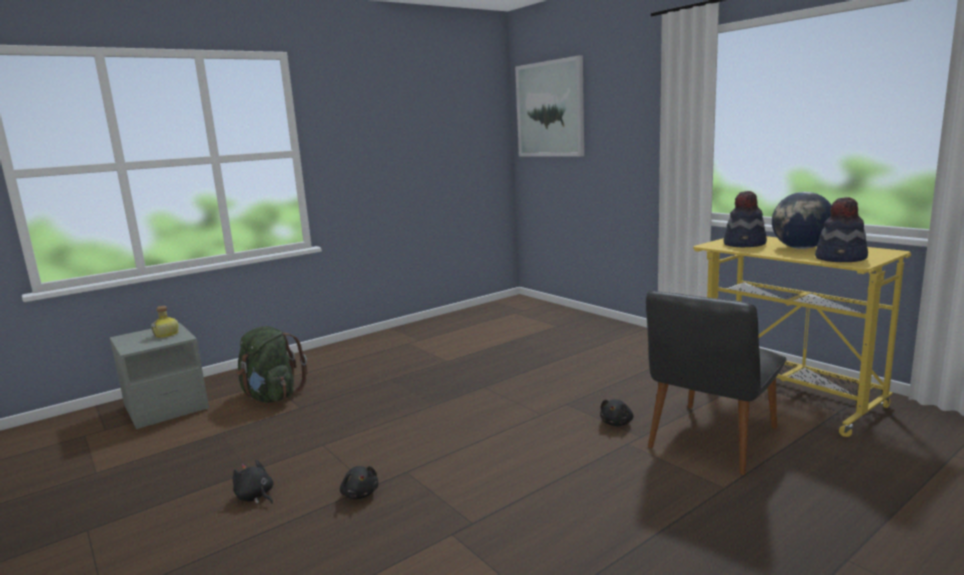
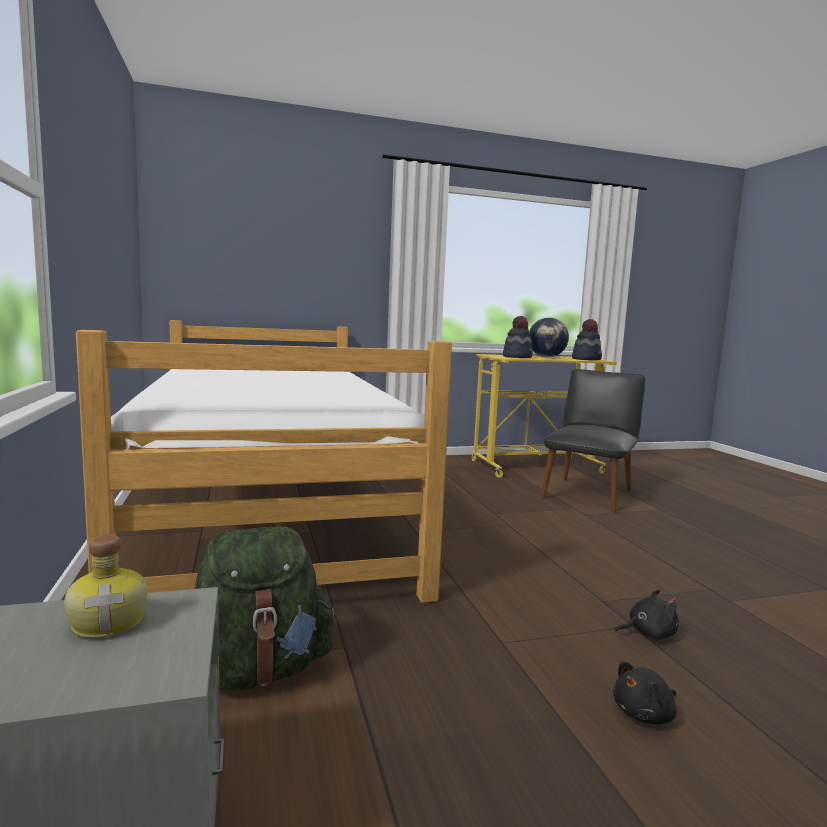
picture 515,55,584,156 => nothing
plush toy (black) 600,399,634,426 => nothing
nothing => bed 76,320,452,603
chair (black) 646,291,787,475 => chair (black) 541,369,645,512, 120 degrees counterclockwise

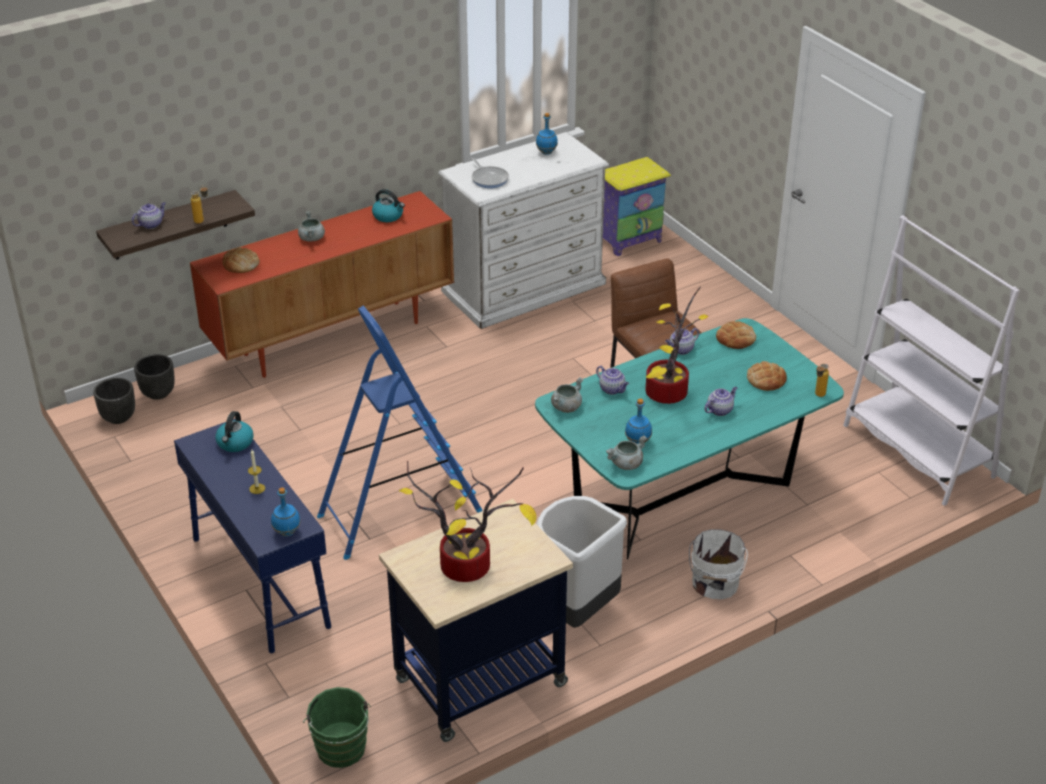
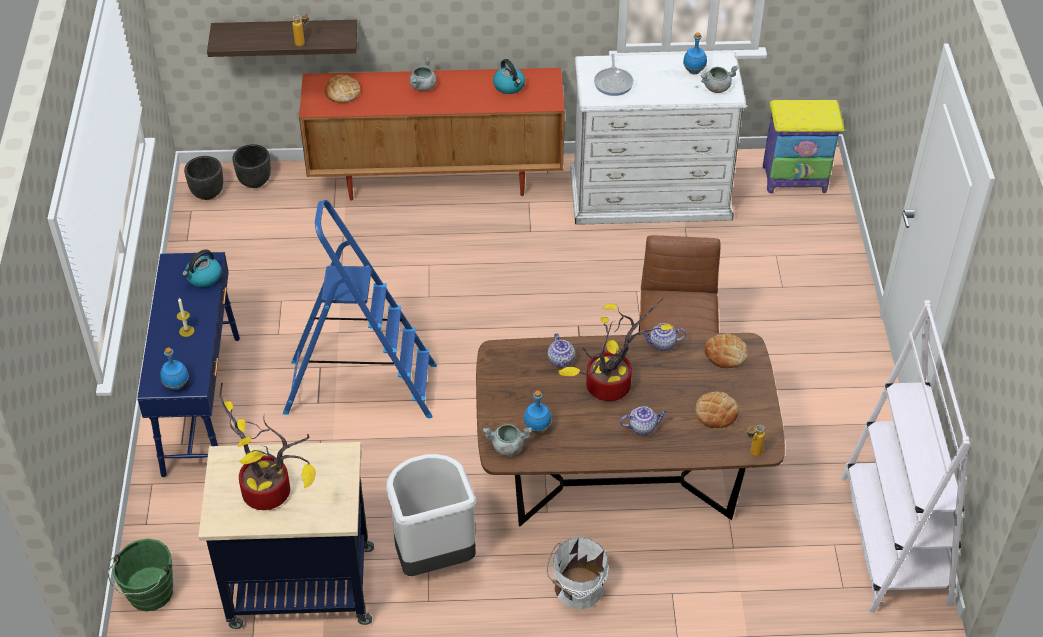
teapot 132,202,166,229 => nothing
cooking pot (grey) 551,377,584,413 => cooking pot (grey) 701,65,739,93, relocated
dining table (turquoise) 535,318,844,559 => dining table (brown) 476,333,785,527

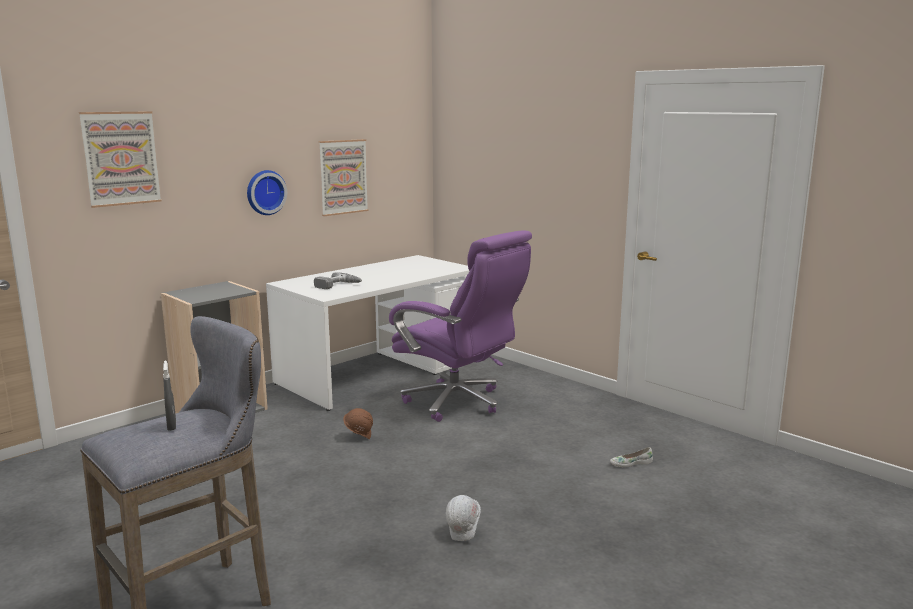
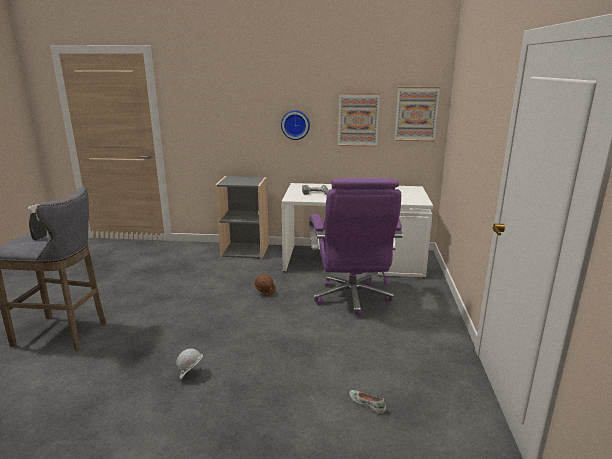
picture 79,112,161,208 => picture 395,87,440,141, relocated

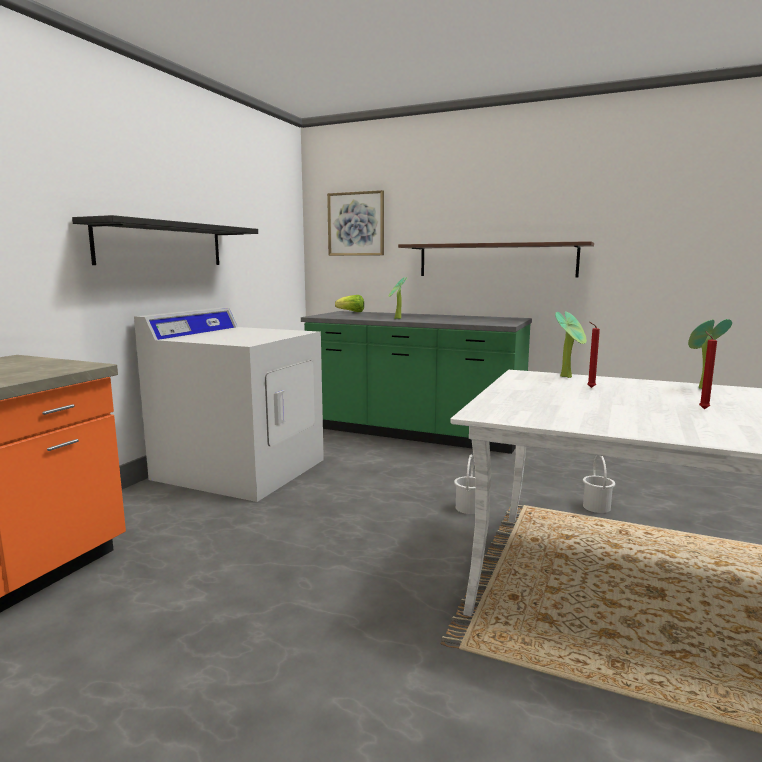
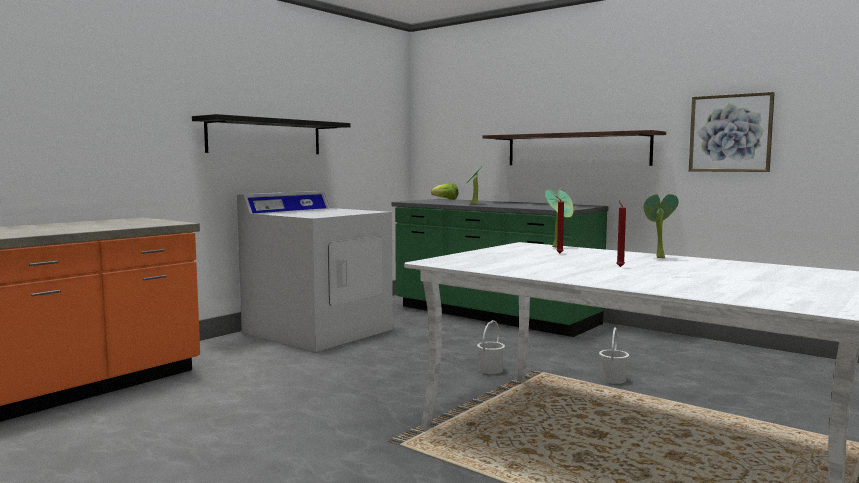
picture 327,190,384,256 => picture 689,92,775,172, relocated

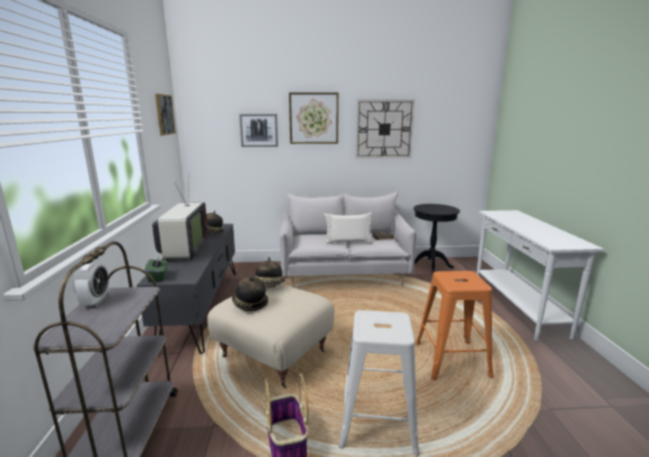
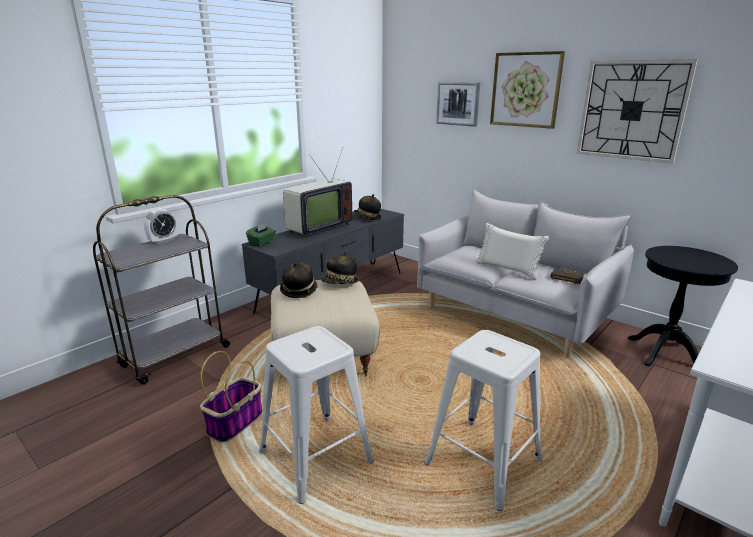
picture 155,94,176,135 => nothing
stool (orange) 415,271,494,380 => stool (white) 425,330,542,511

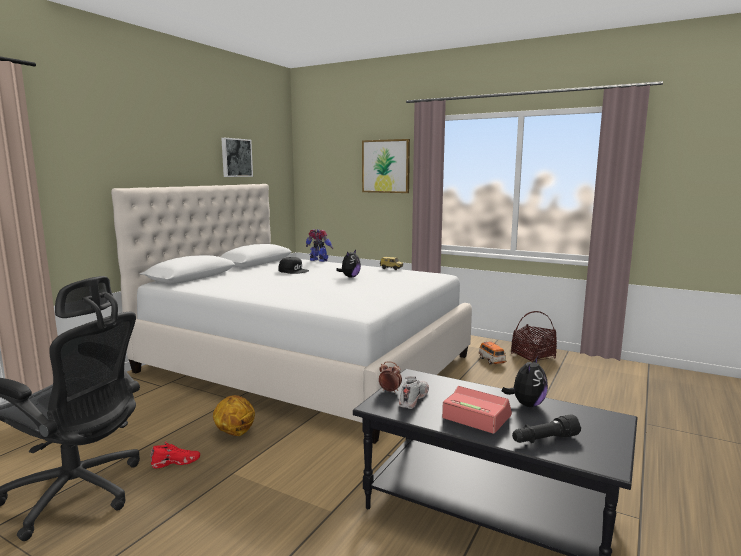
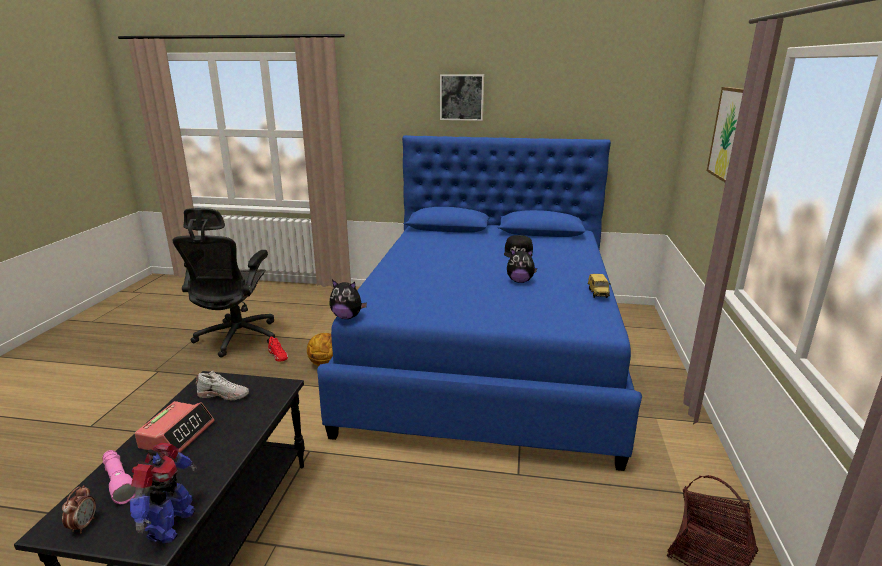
toy car 479,341,506,365 => nothing
picture 221,138,253,177 => picture 440,74,484,121, relocated
toy robot 306,229,333,262 => toy robot 130,443,197,543, relocated
alarm clock 379,361,402,393 => alarm clock 62,485,96,534, relocated
plush toy 502,356,548,407 => plush toy 329,280,367,319, relocated
bed (white) 111,184,472,444 => bed (blue) 317,135,642,471
flashlight (black) 512,414,581,443 => flashlight (pink) 102,450,136,504

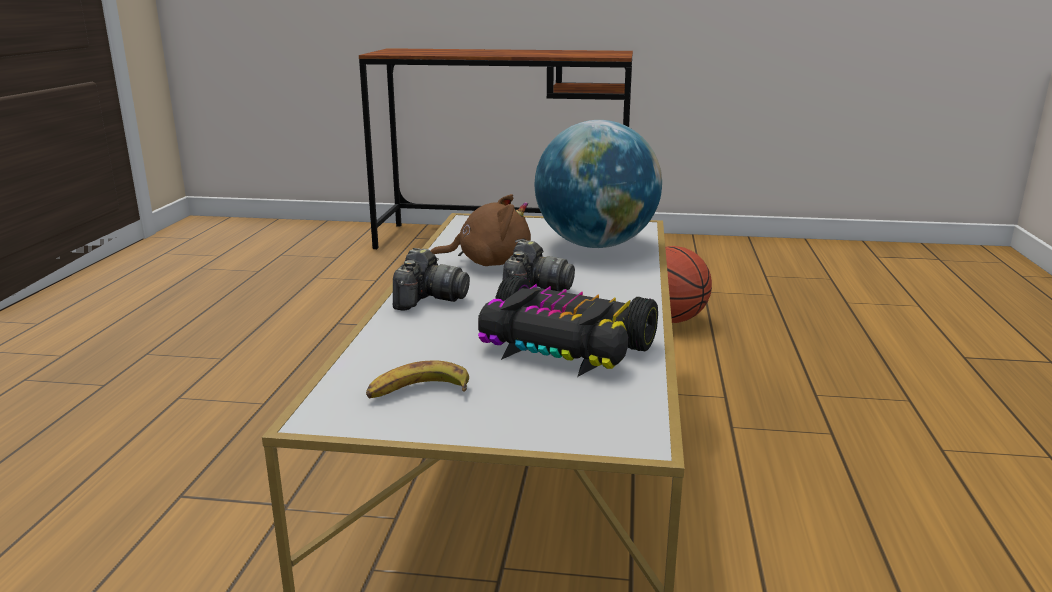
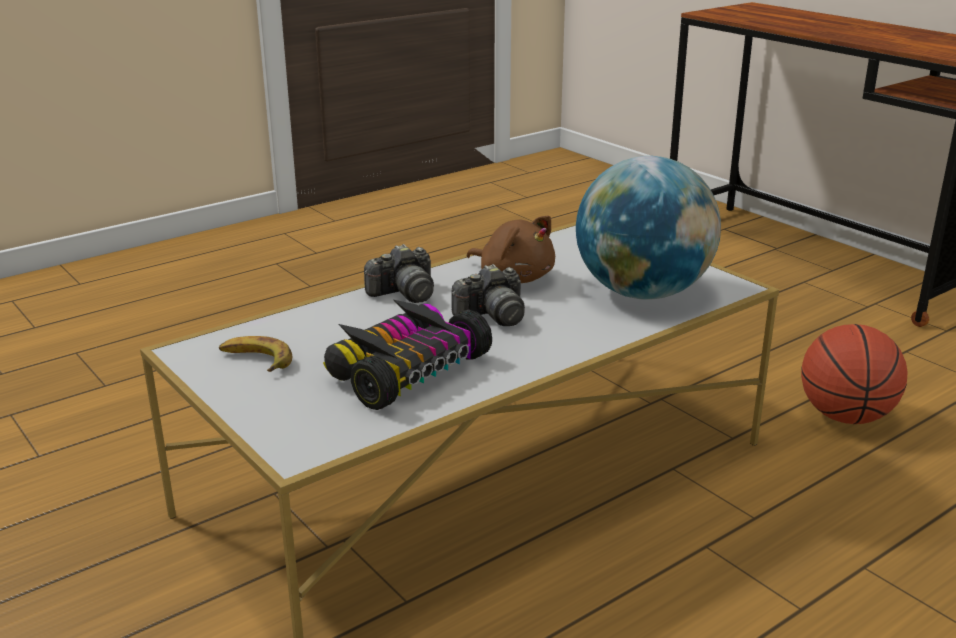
toy car 478,275,658,377 => toy car 323,300,492,410, 60 degrees clockwise

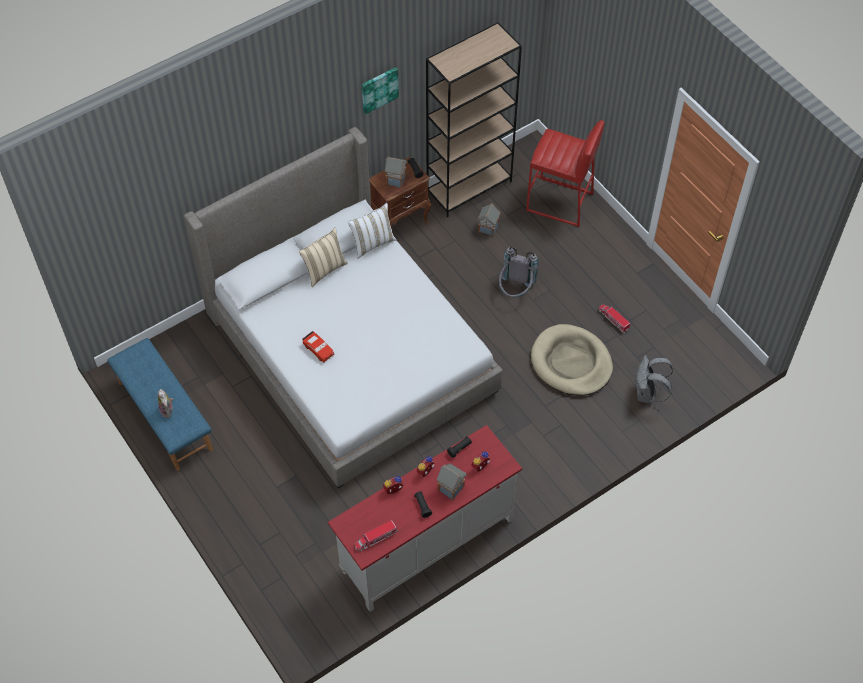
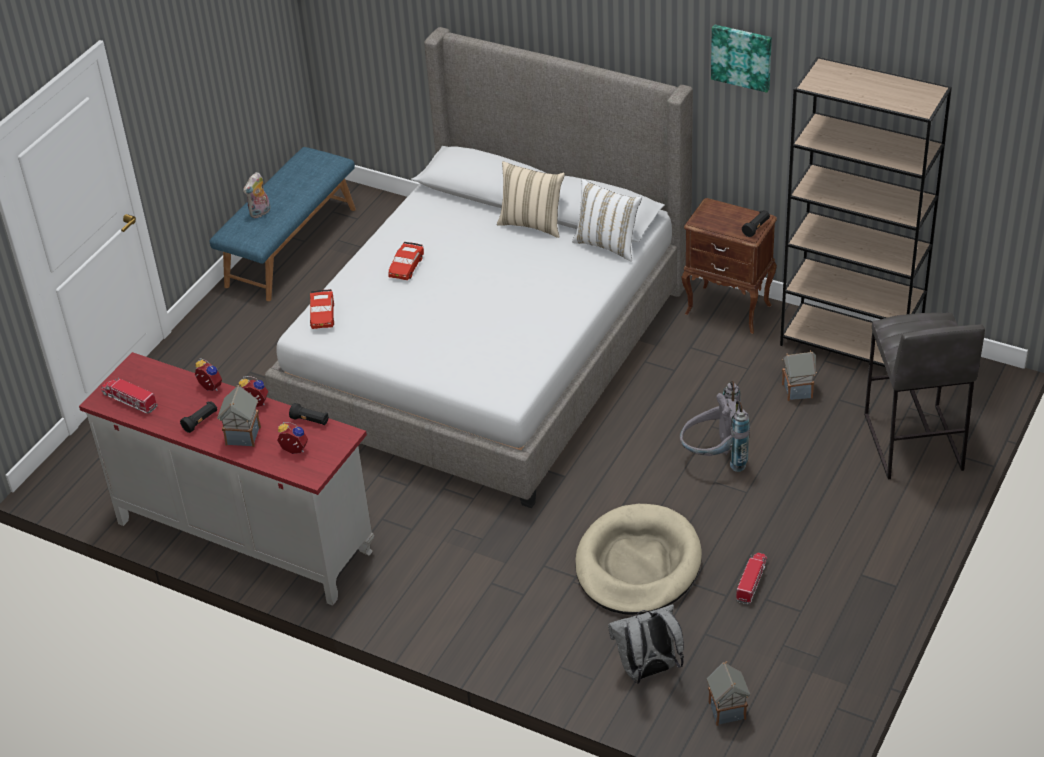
nothing => toy car (red) 310,289,334,329
toy house 385,157,407,188 => toy house 707,661,750,726, relocated
stool (red) 526,120,604,227 => stool (grey) 864,313,985,479

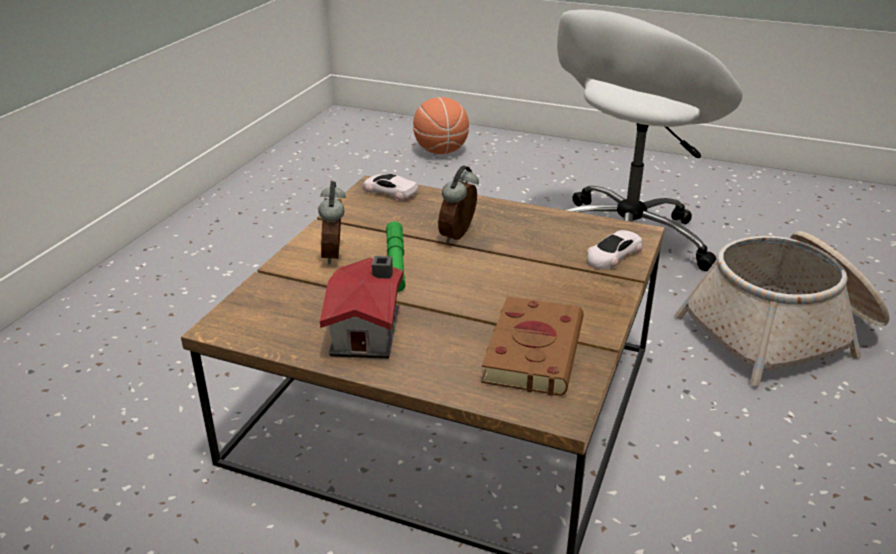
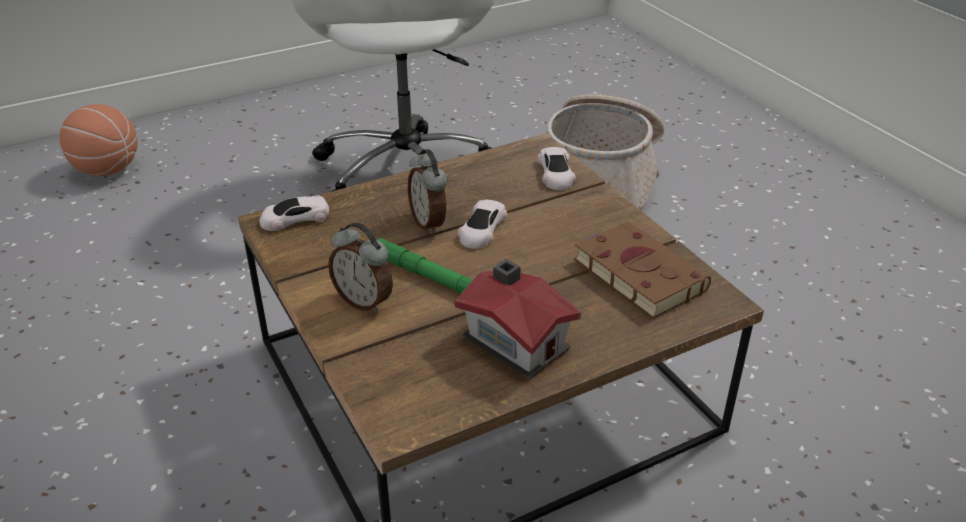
nothing => toy car (white) 458,200,507,249

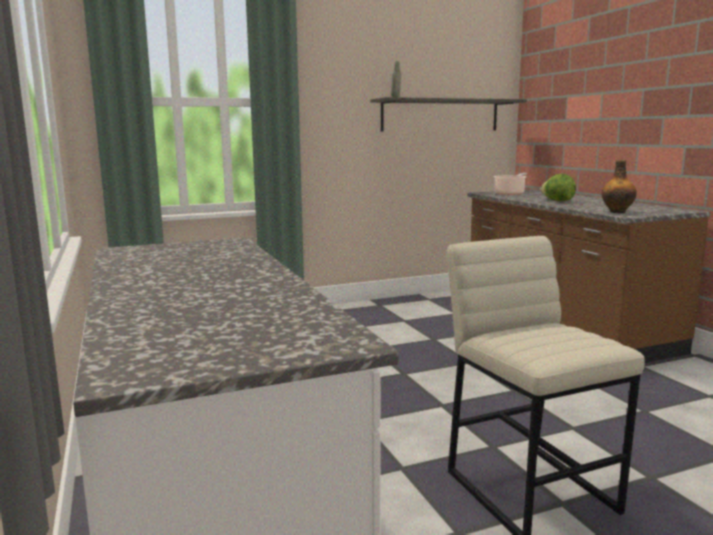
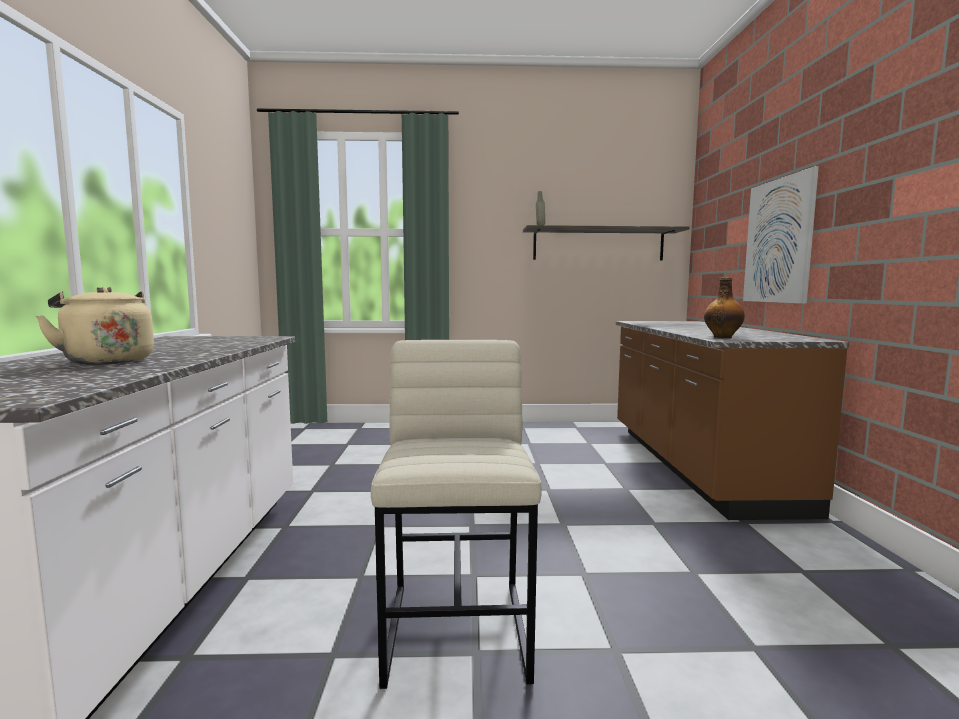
cooking pot 493,173,527,195 => nothing
lettuce 541,174,576,201 => nothing
nothing => kettle (beige) 36,286,154,364
nothing => picture 743,166,819,304

